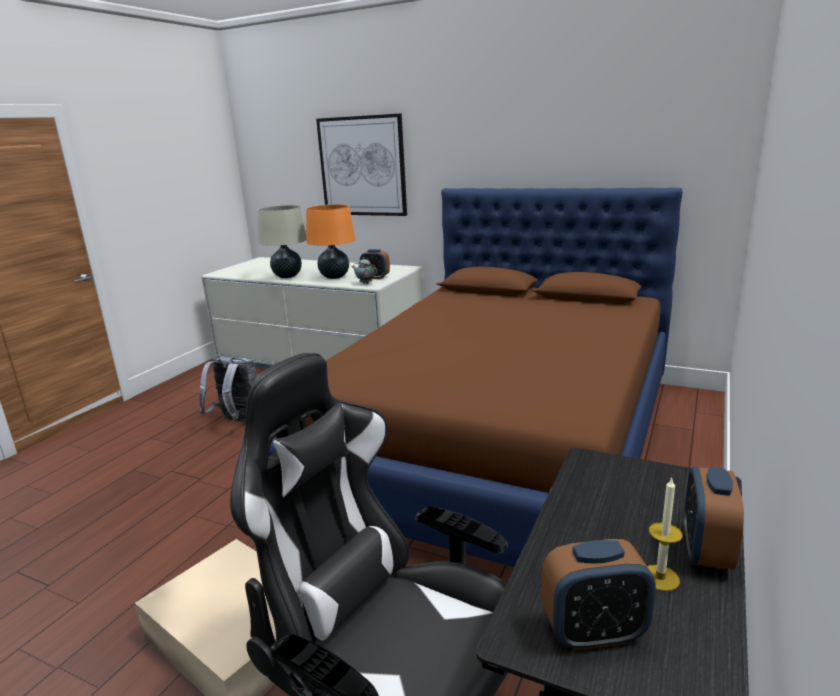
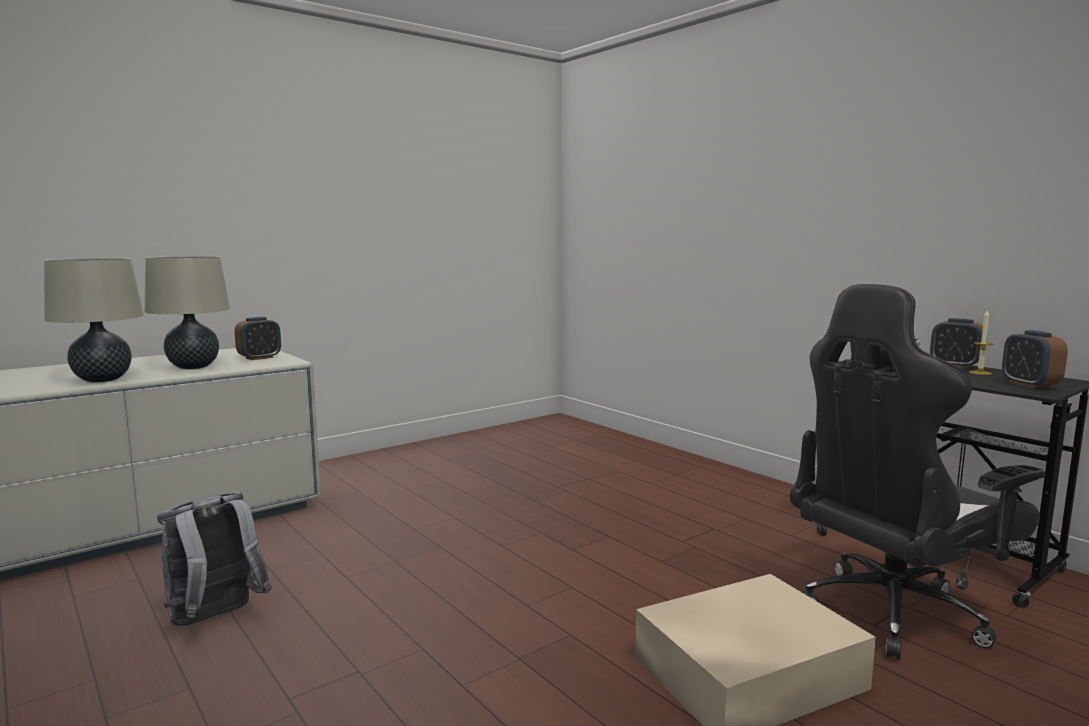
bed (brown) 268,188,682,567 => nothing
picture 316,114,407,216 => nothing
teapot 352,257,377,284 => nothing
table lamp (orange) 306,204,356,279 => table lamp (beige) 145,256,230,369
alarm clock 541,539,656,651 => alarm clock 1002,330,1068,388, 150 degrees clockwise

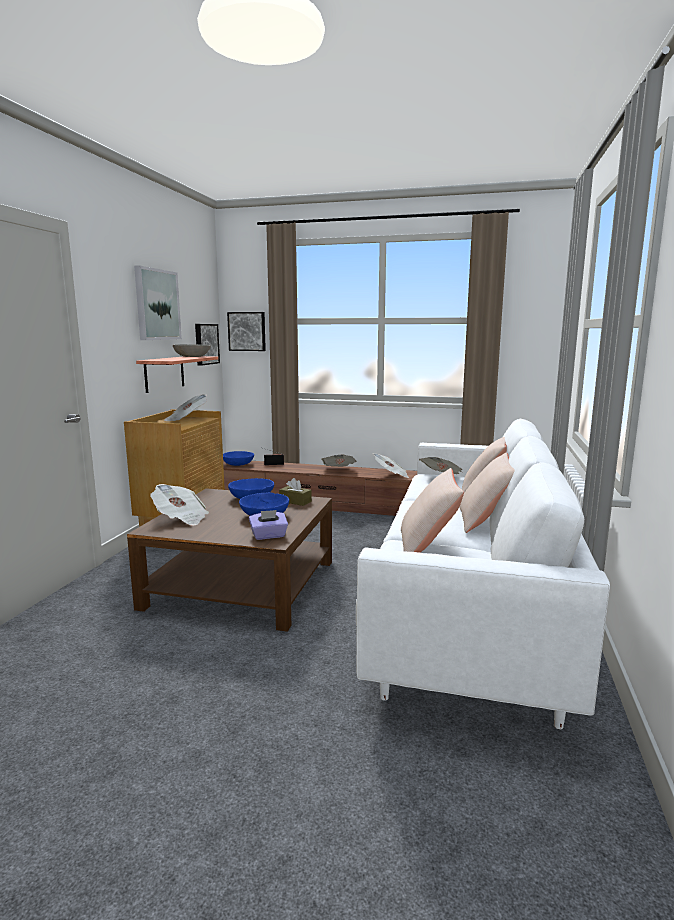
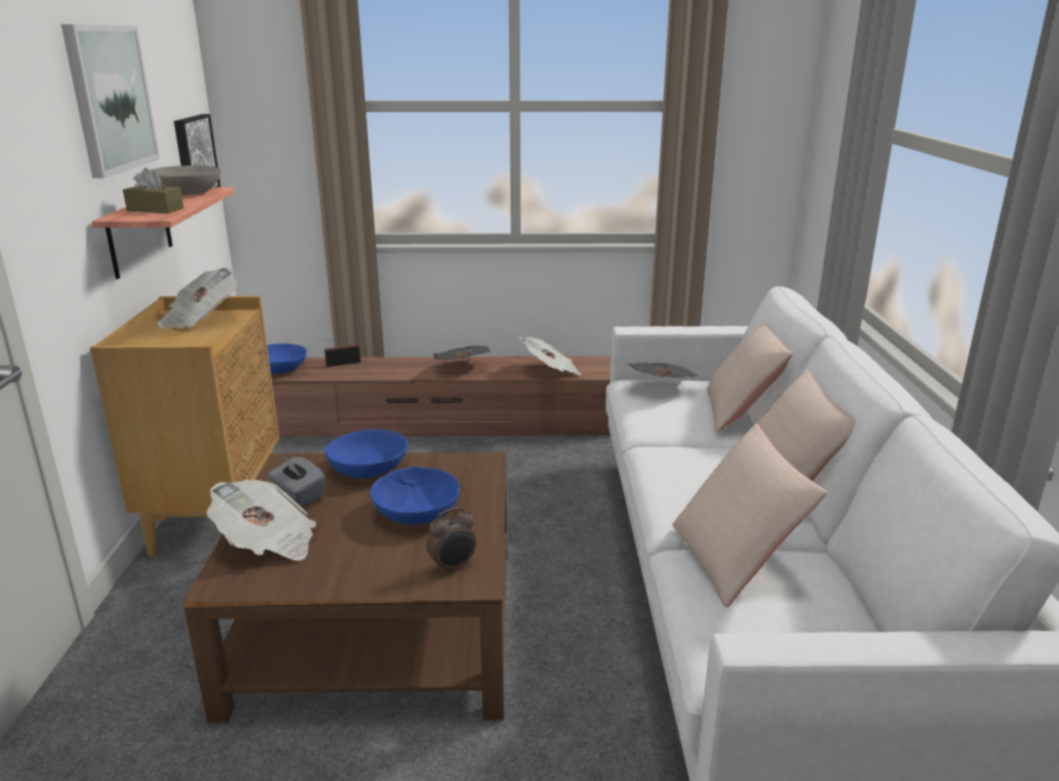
picture 227,312,266,351 => nothing
nothing => tissue box (grey) 268,456,325,507
tissue box (brown) 279,478,312,506 => tissue box (brown) 123,168,184,213, relocated
tissue box (purple) 249,510,288,540 => alarm clock 426,507,476,574

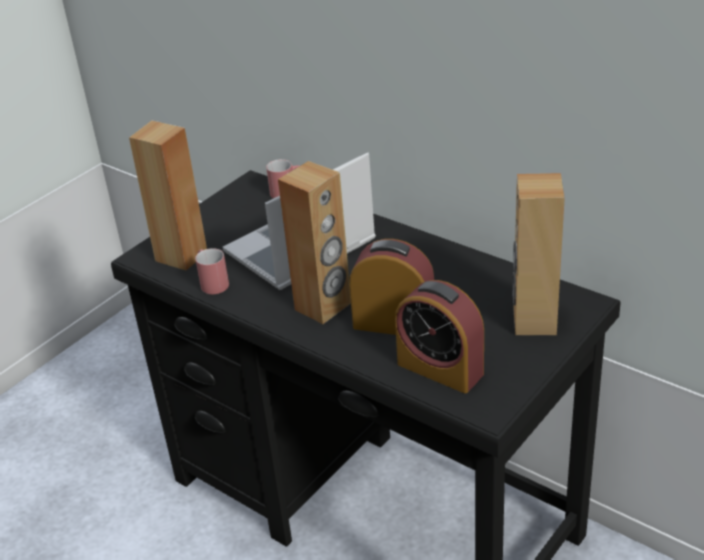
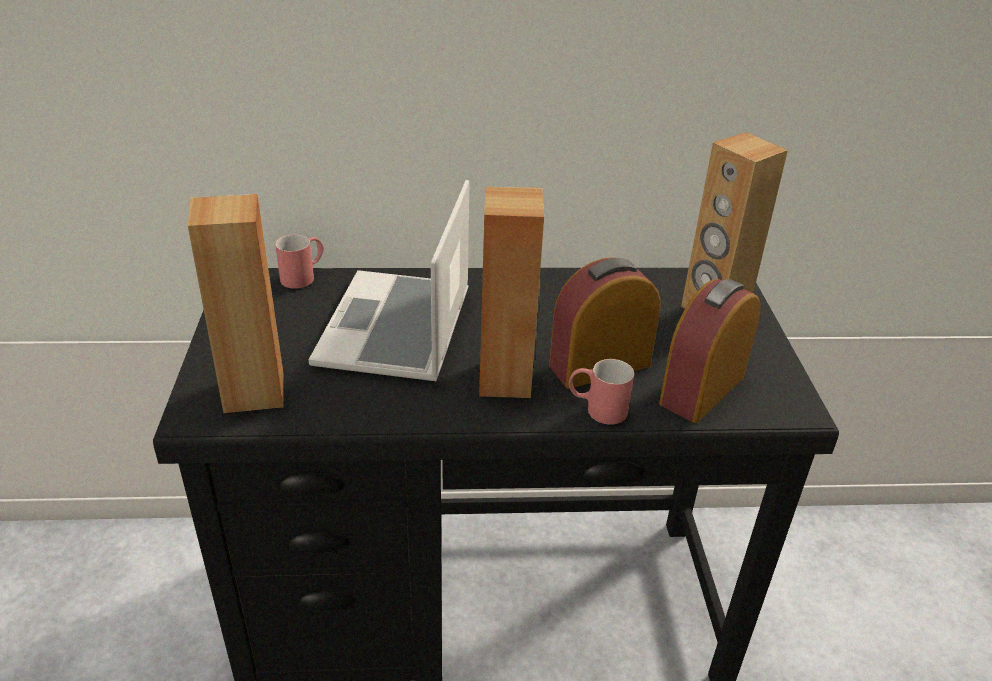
mug (red) 195,248,229,294 => mug (red) 569,359,634,425, relocated
alarm clock 395,280,484,393 => alarm clock 659,279,761,423, 135 degrees clockwise

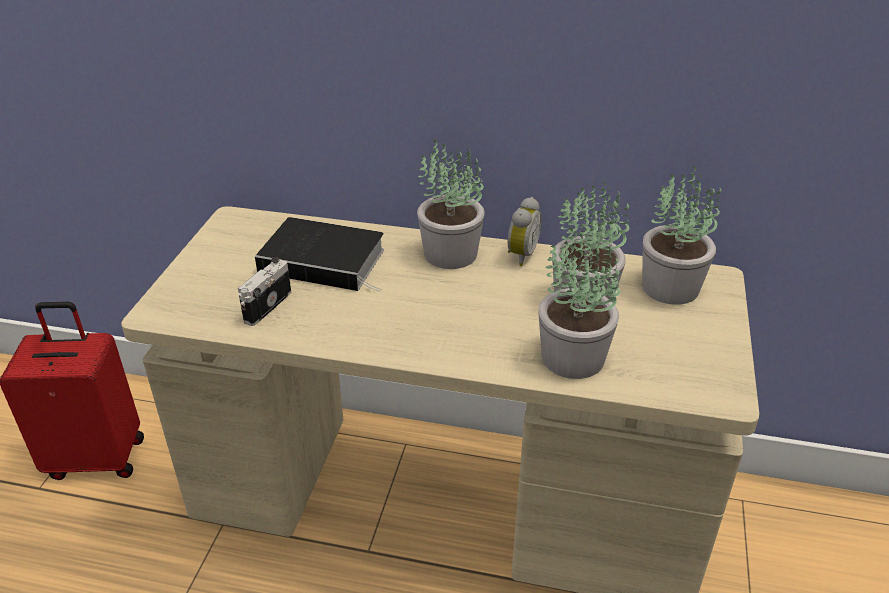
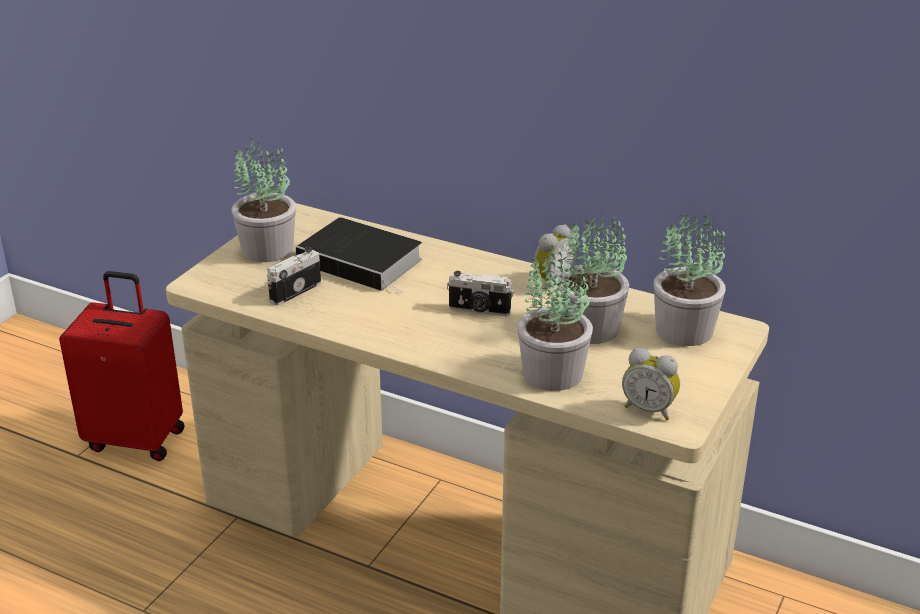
nothing => photo camera 447,271,514,316
nothing => alarm clock 622,348,680,420
potted plant 417,139,485,269 => potted plant 232,137,296,262, relocated

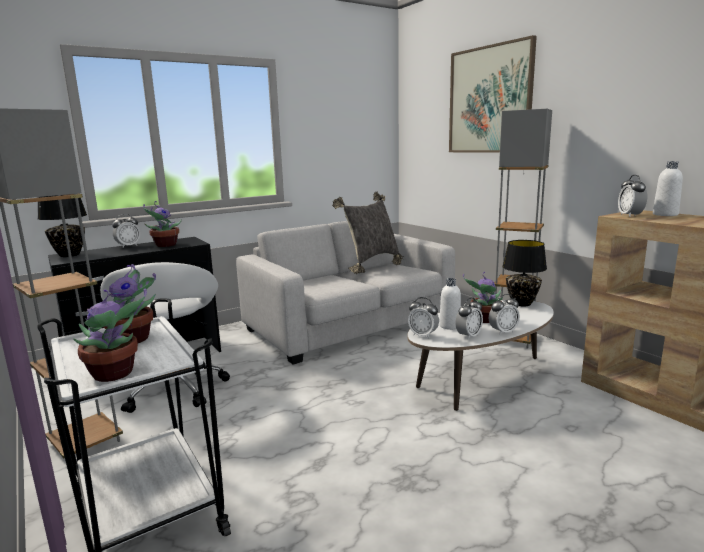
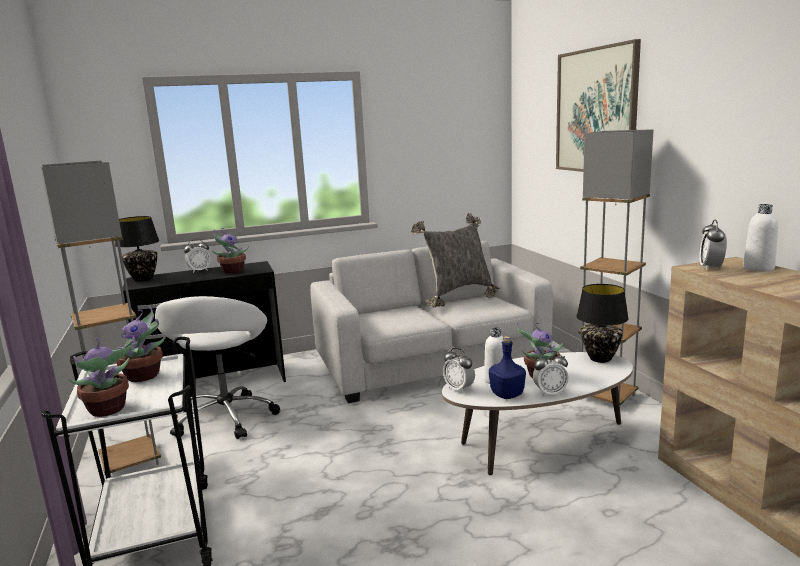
alarm clock 455,297,483,340 => bottle (blue) 489,336,526,399

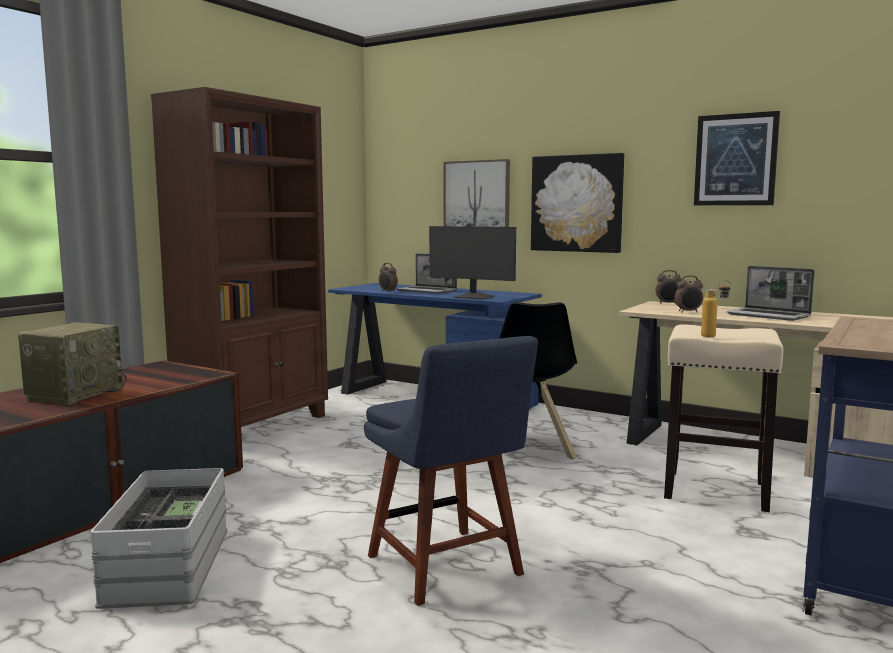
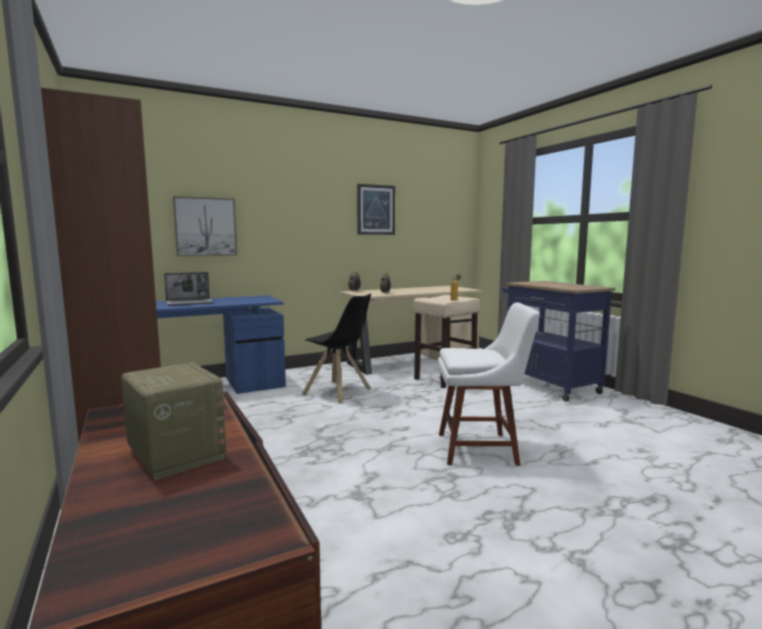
storage box (grey) 91,468,227,609 => nothing
alarm clock 379,263,398,292 => nothing
monitor 429,226,516,300 => nothing
picture 531,153,624,253 => nothing
laptop 727,266,815,321 => nothing
chair (blue) 364,336,538,606 => chair (white) 438,302,540,466

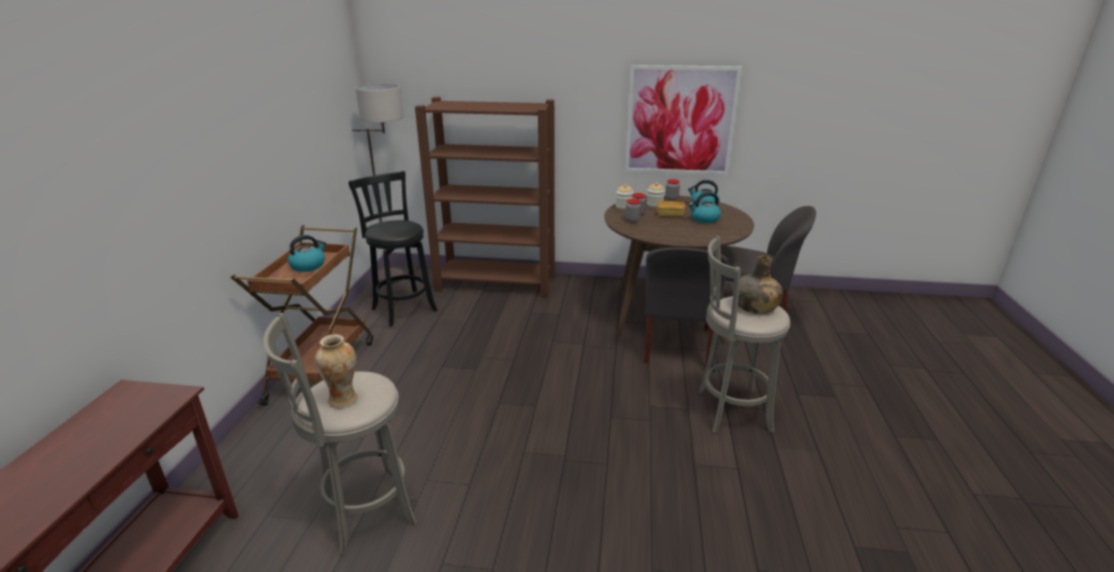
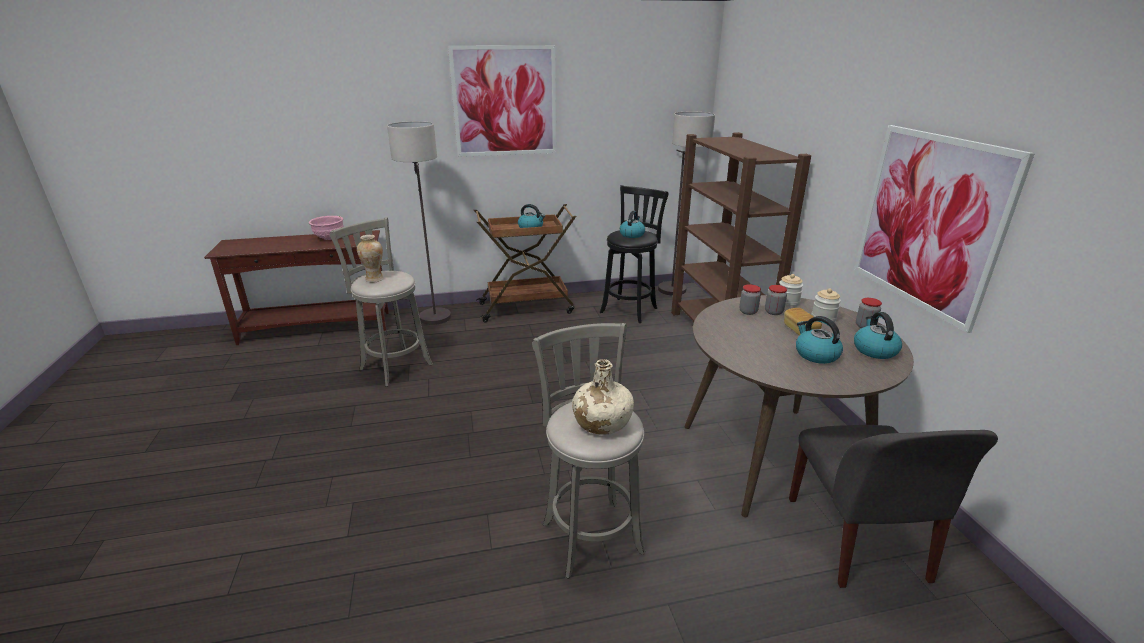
chair (grey) 644,248,729,368 => nothing
nothing => bowl (pink) 309,216,344,240
nothing => floor lamp (grey) 387,121,451,325
nothing => picture 448,45,557,157
nothing => kettle 620,211,645,238
bottle (green) 738,255,783,314 => bottle (beige) 572,359,634,435

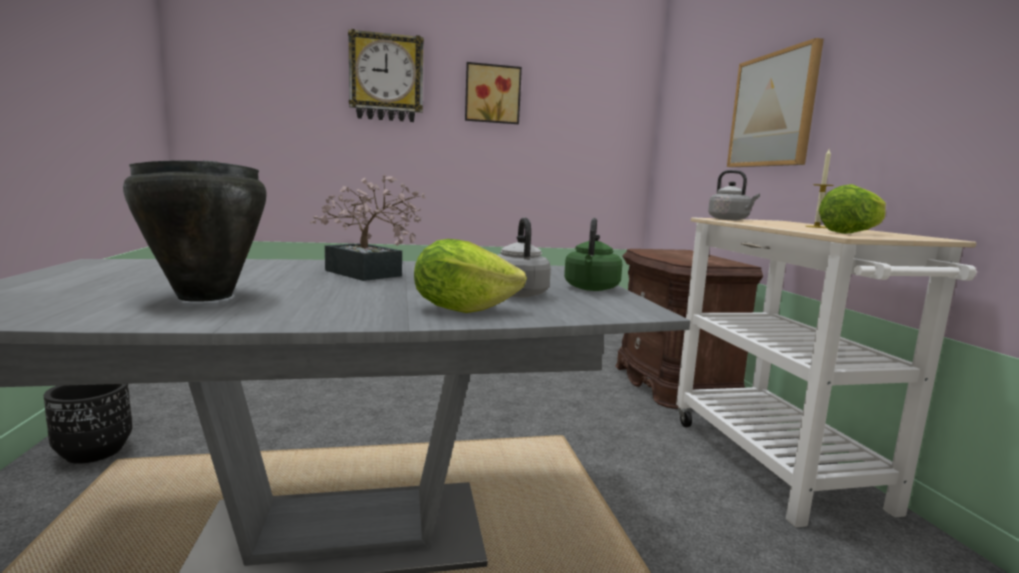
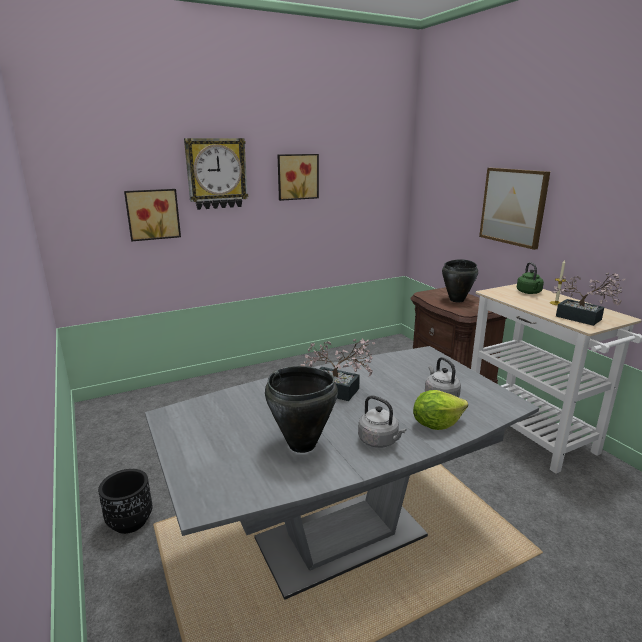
nothing => picture 124,189,181,241
nothing => cooking pot (black) 442,259,478,302
kettle (green) 564,218,622,291 => kettle (green) 517,262,544,294, relocated
kettle (grey) 708,170,760,221 => kettle (grey) 358,395,406,448, relocated
lettuce 819,184,886,234 => potted plant 552,272,625,326

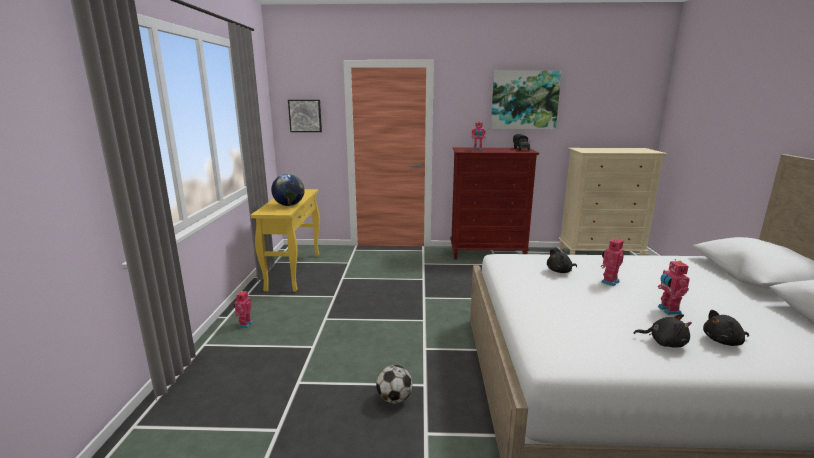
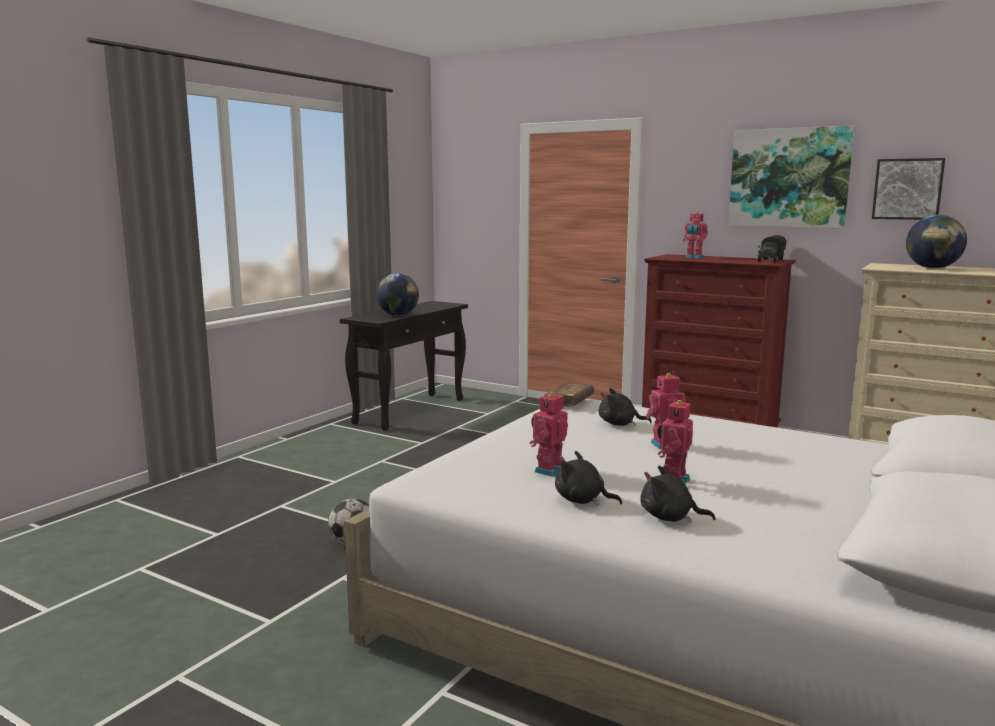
nothing => book (brown) 544,383,594,406
nothing => globe 906,215,967,269
toy robot 234,291,253,328 => toy robot 530,391,568,477, relocated
picture 288,100,322,132 => picture 872,158,945,220, relocated
console table (yellow) 250,189,320,292 => console table (black) 340,301,468,431
plush toy (black) 634,314,692,348 => plush toy (black) 555,451,622,506, 150 degrees clockwise

